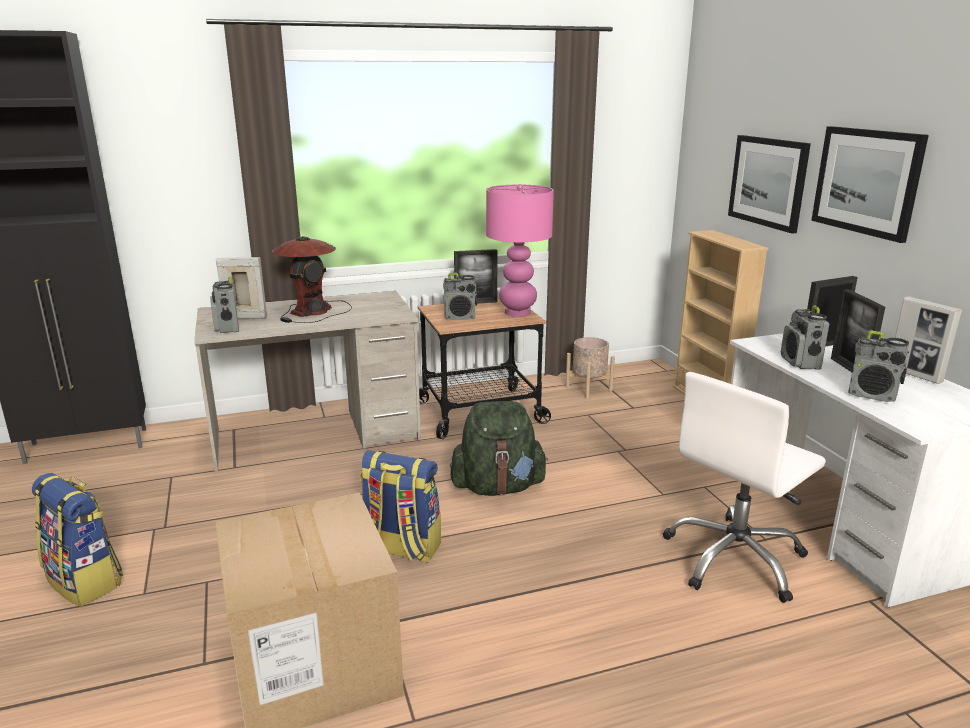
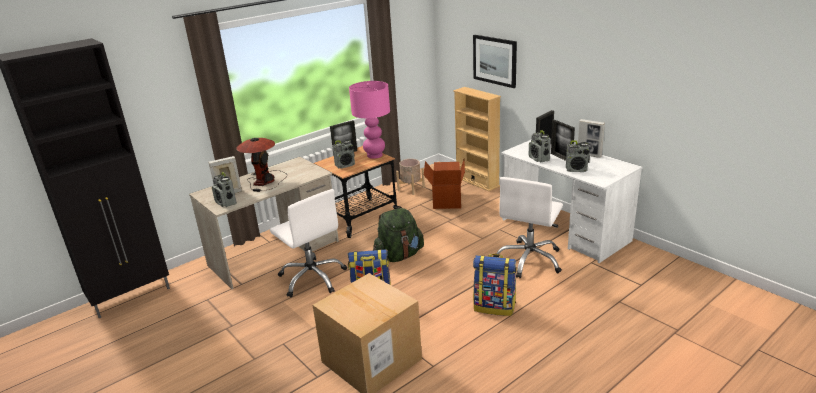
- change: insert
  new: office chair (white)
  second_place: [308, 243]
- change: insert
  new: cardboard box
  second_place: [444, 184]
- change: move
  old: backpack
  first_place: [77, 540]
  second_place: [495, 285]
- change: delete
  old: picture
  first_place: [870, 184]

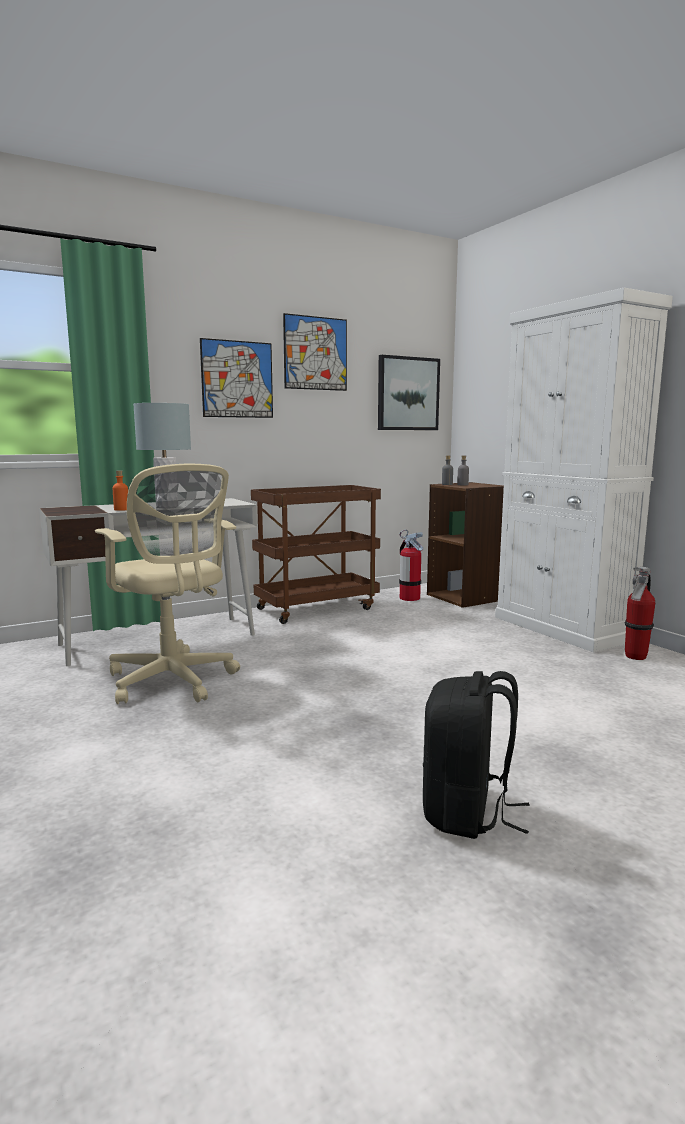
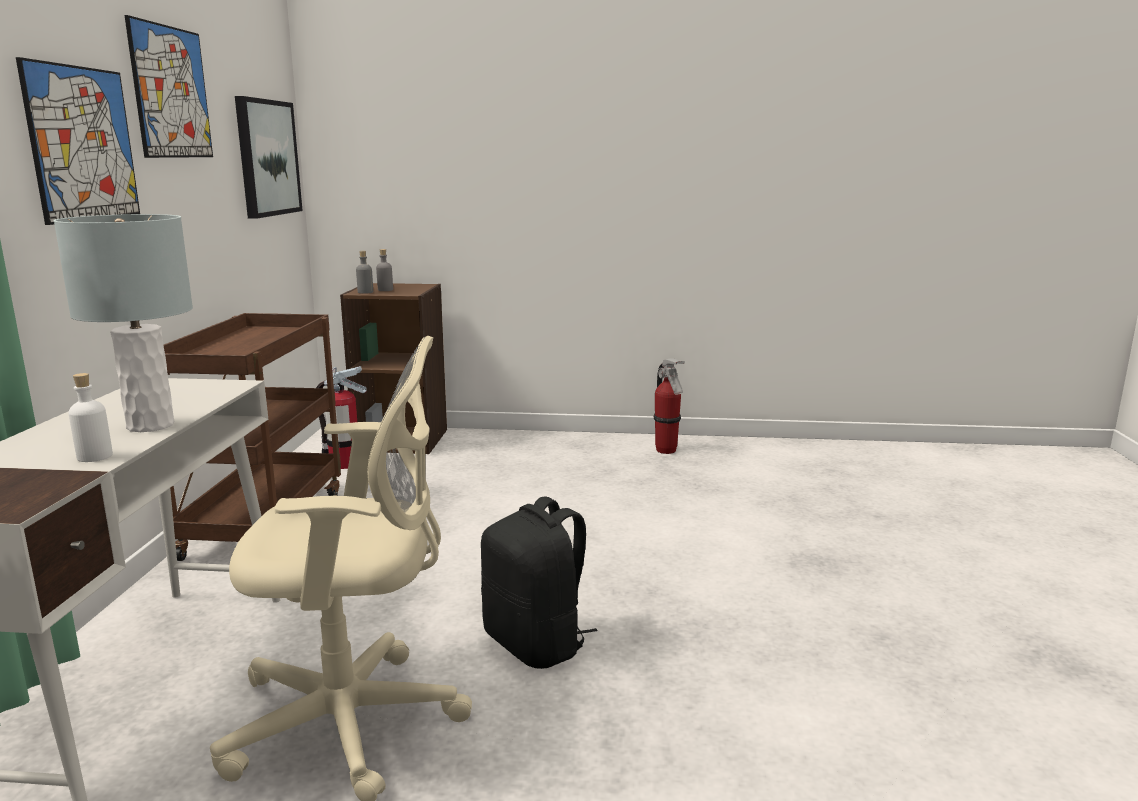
- change: recolor
  old: bottle (orange)
  new: bottle (white)
  first_place: [120, 491]
  second_place: [91, 417]
- change: move
  old: backpack (black)
  first_place: [476, 755]
  second_place: [539, 582]
- change: delete
  old: cabinet (white)
  first_place: [584, 470]

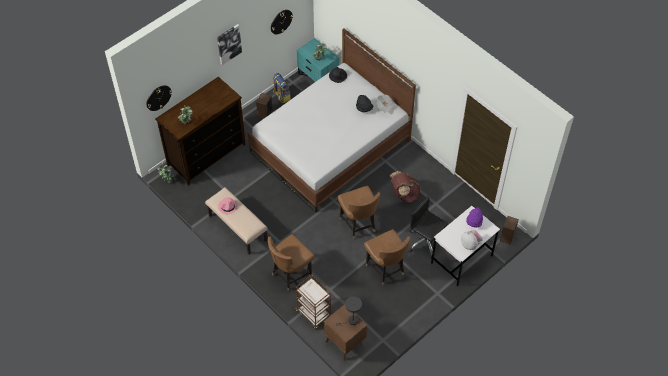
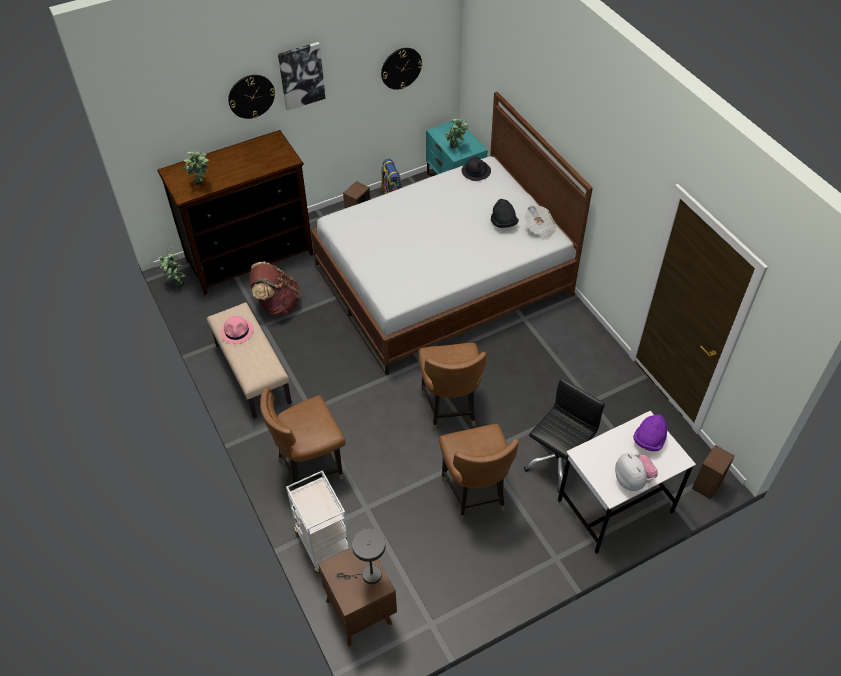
- change: move
  old: wall clock
  first_place: [159, 98]
  second_place: [251, 97]
- change: move
  old: backpack (brown)
  first_place: [405, 187]
  second_place: [274, 288]
- change: recolor
  old: cart (brown)
  new: cart (white)
  first_place: [313, 301]
  second_place: [318, 521]
- change: rotate
  old: office chair (black)
  first_place: [428, 227]
  second_place: [564, 435]
  degrees: 75

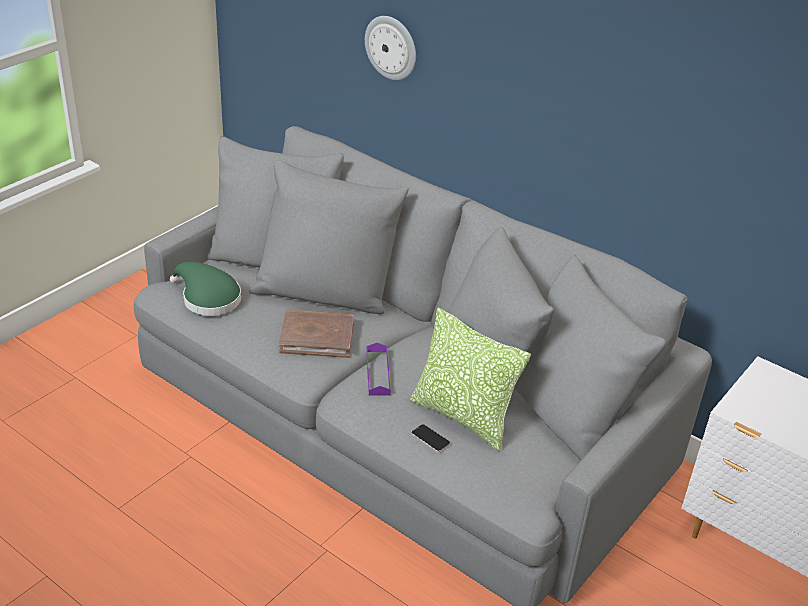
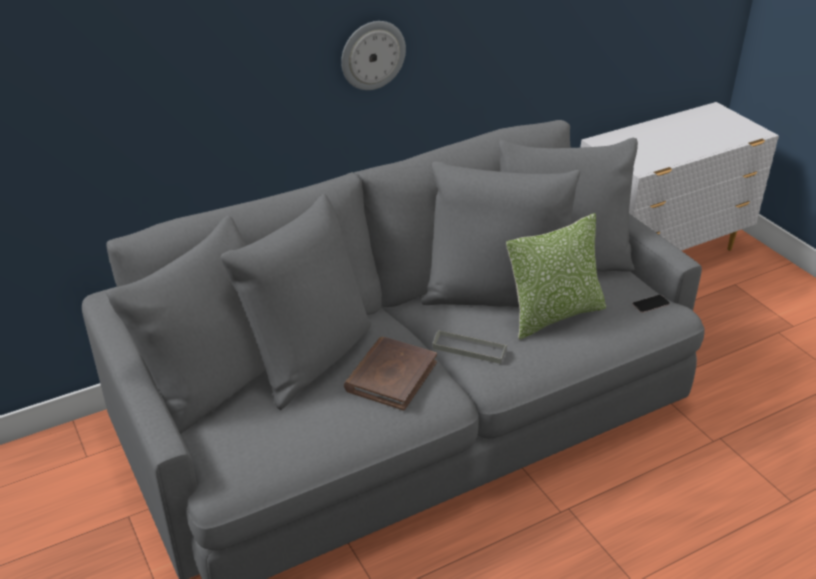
- change: move
  old: wall clock
  first_place: [390, 48]
  second_place: [373, 55]
- change: recolor
  old: tray (purple)
  new: tray (grey)
  first_place: [378, 369]
  second_place: [469, 347]
- change: move
  old: phone
  first_place: [430, 438]
  second_place: [651, 304]
- change: delete
  old: hat (green)
  first_place: [205, 289]

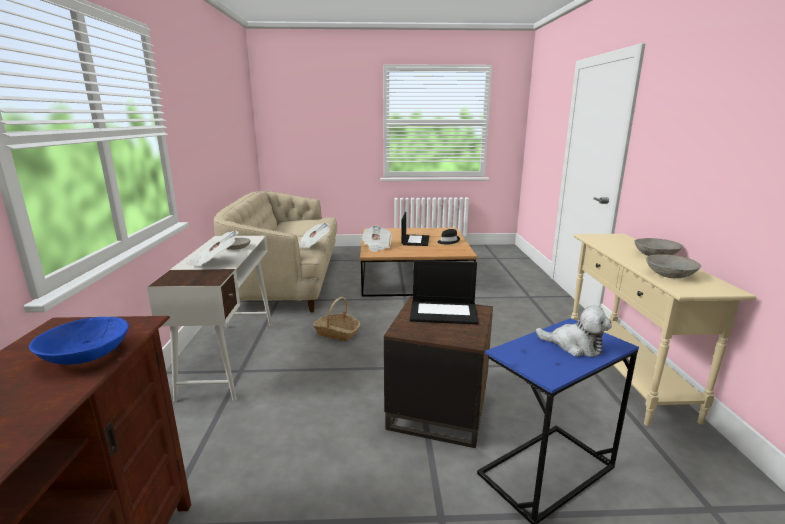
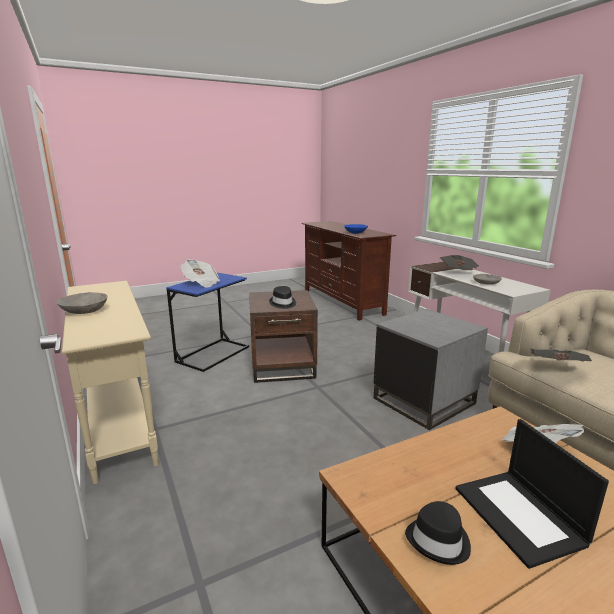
- change: replace
  old: plush toy
  new: newspaper
  first_place: [574, 331]
  second_place: [200, 273]
- change: replace
  old: laptop
  new: hat (black)
  first_place: [444, 292]
  second_place: [282, 297]
- change: replace
  old: basket
  new: side table (grey)
  first_place: [336, 319]
  second_place: [430, 369]
- change: delete
  old: bowl (grey)
  first_place: [673, 266]

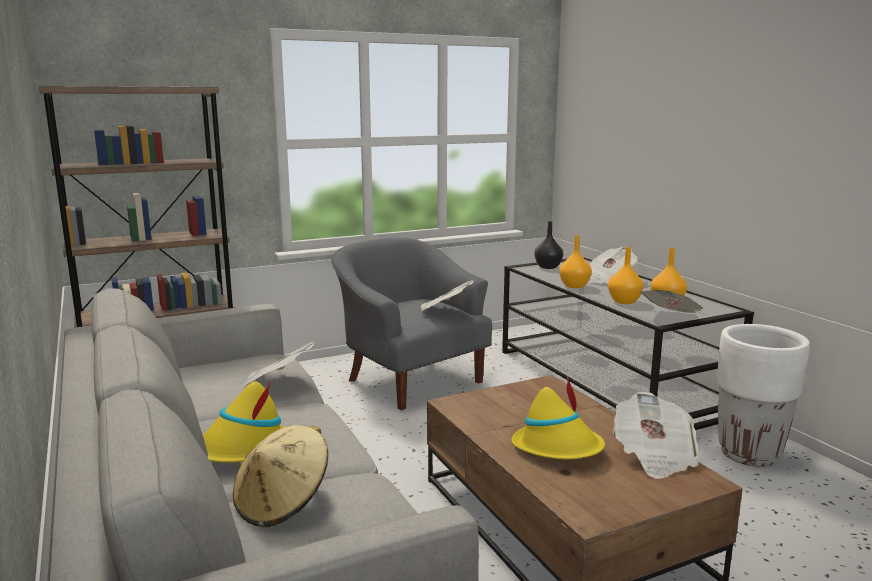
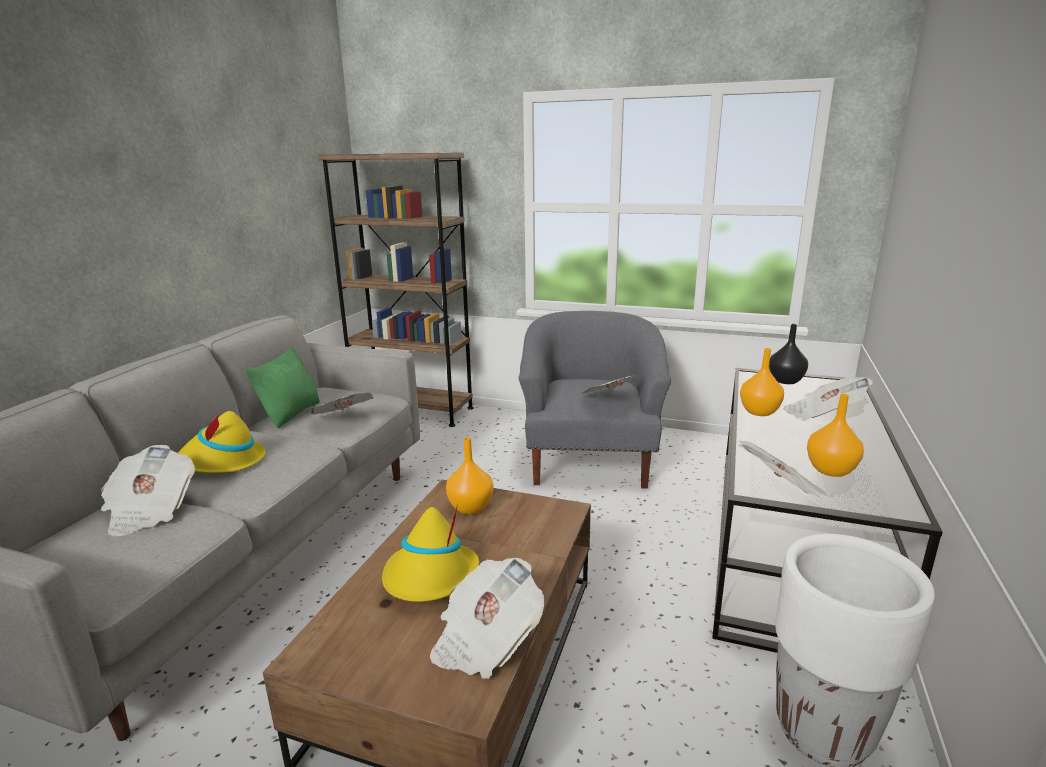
- change: replace
  old: hat (beige)
  new: newspaper
  first_place: [280, 476]
  second_place: [148, 491]
- change: insert
  new: pillow (green)
  second_place: [283, 387]
- change: move
  old: vase (orange)
  first_place: [626, 275]
  second_place: [470, 475]

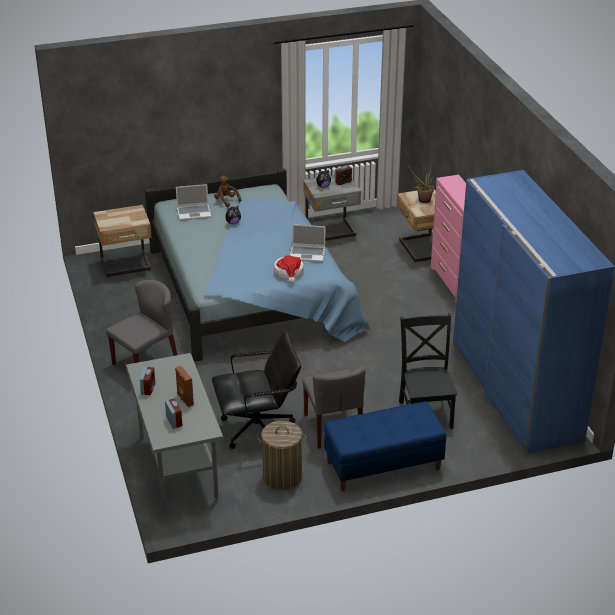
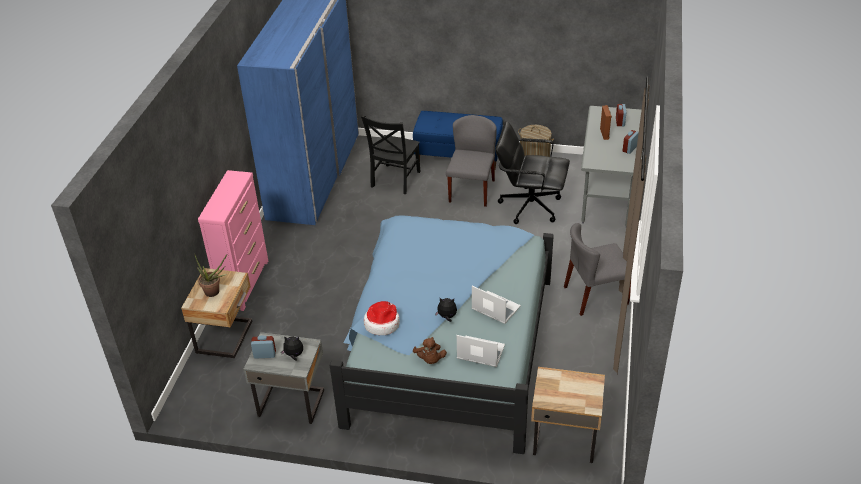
- change: move
  old: hat
  first_place: [289, 269]
  second_place: [382, 318]
- change: move
  old: laptop
  first_place: [307, 243]
  second_place: [496, 305]

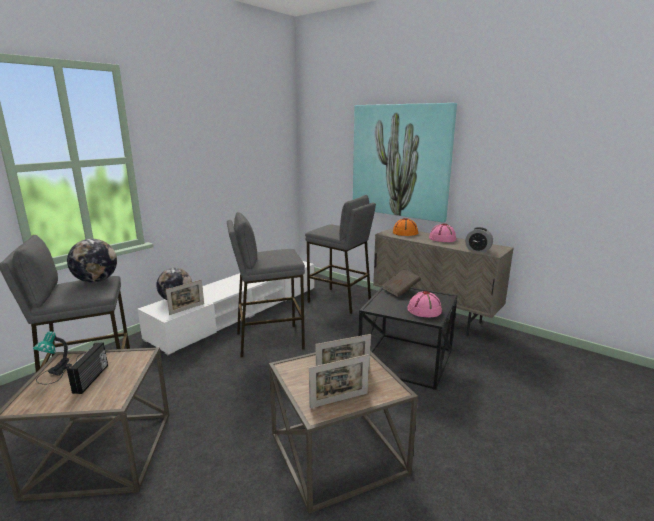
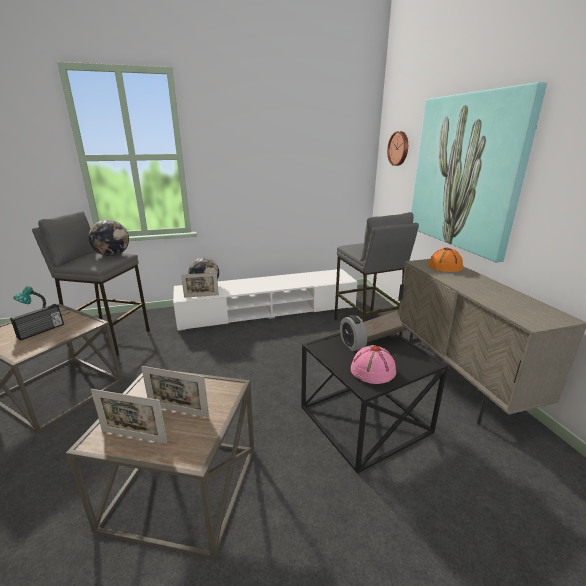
- change: move
  old: alarm clock
  first_place: [479, 240]
  second_place: [353, 333]
- change: insert
  new: wall clock
  second_place: [397, 148]
- change: delete
  old: stool (grey)
  first_place: [266, 284]
- change: delete
  old: hat (pink)
  first_place: [442, 233]

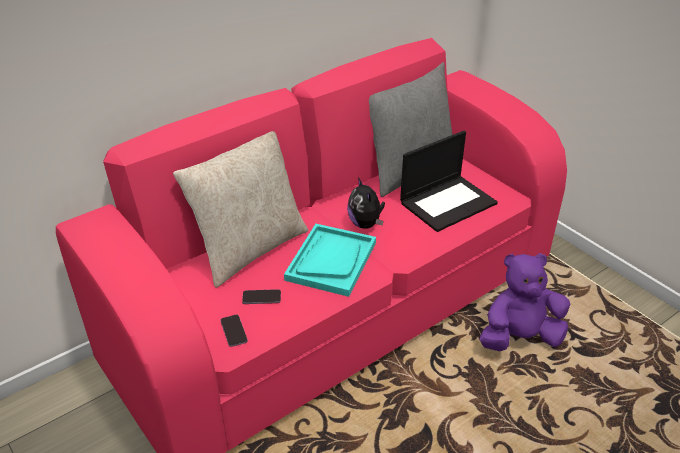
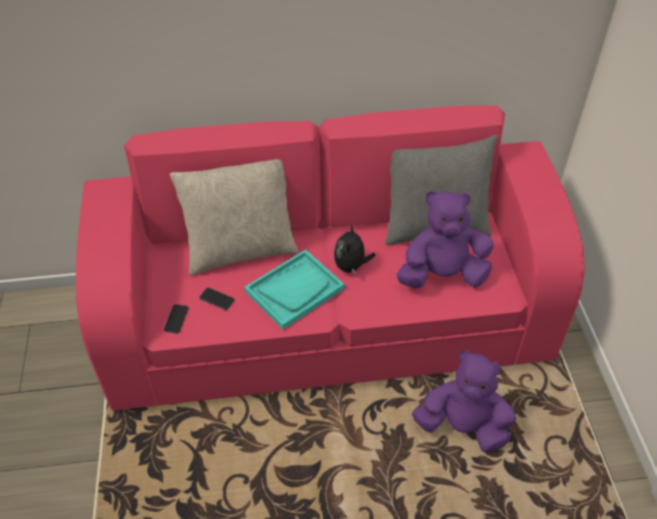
- change: replace
  old: laptop
  new: plush toy (purple)
  first_place: [449, 181]
  second_place: [445, 240]

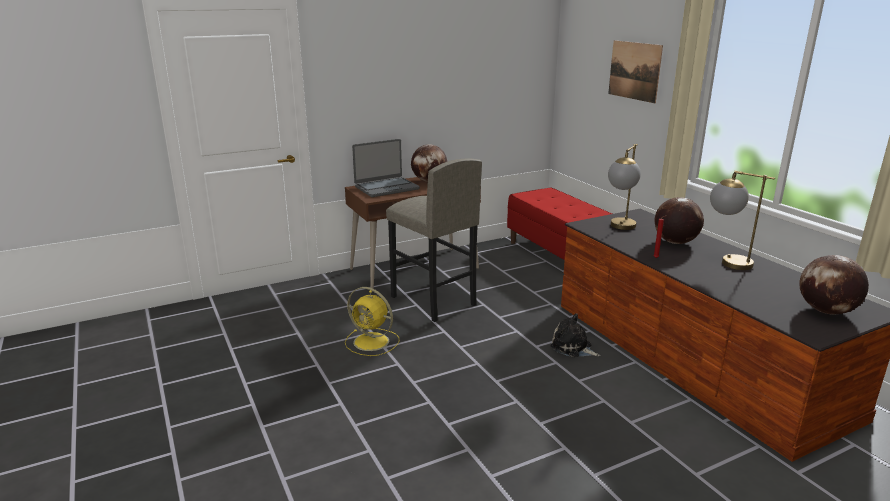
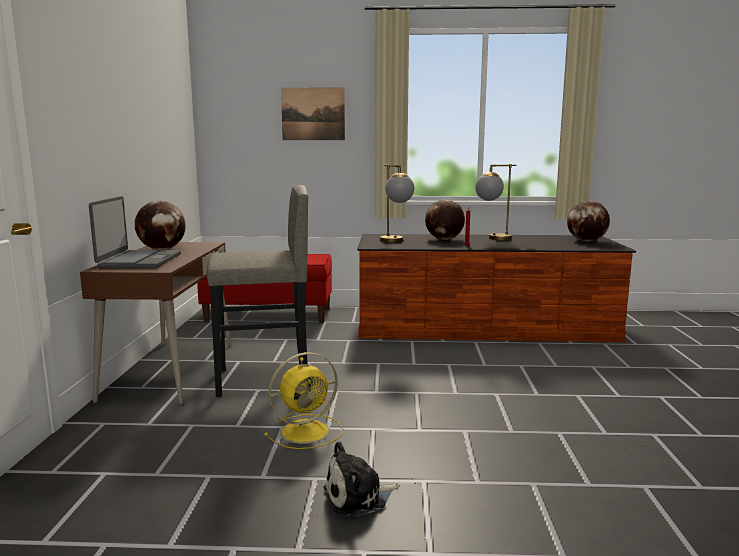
- change: move
  old: plush toy
  first_place: [575, 335]
  second_place: [361, 479]

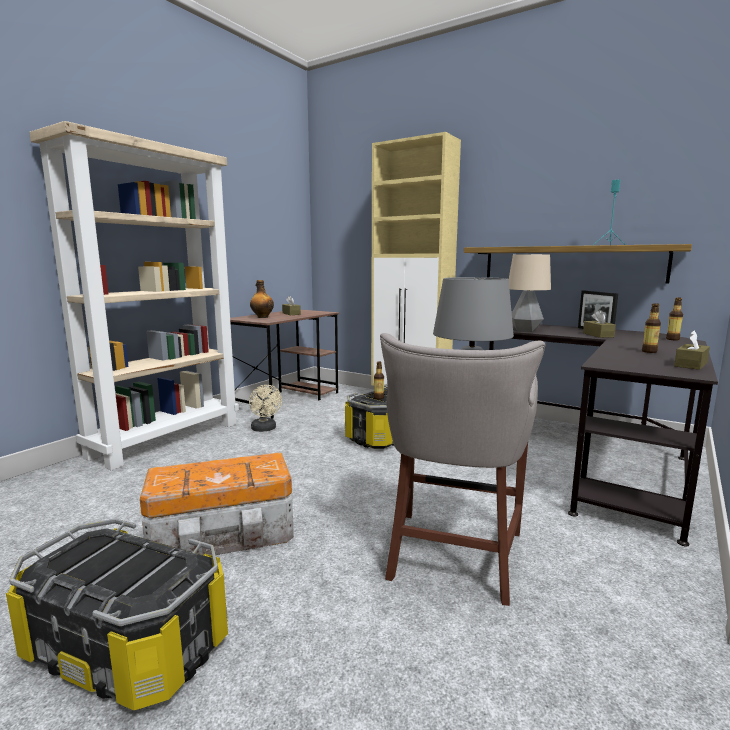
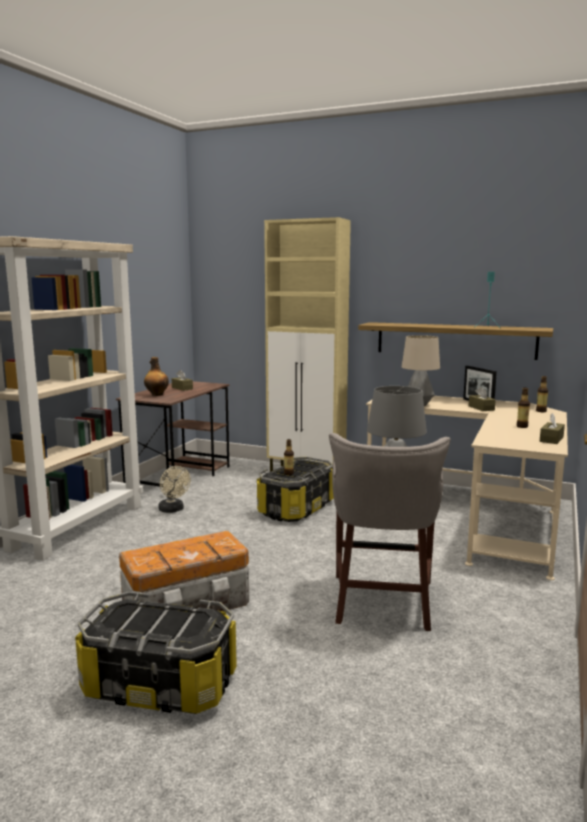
- change: recolor
  old: desk (black)
  new: desk (beige)
  first_place: [593, 434]
  second_place: [467, 488]

